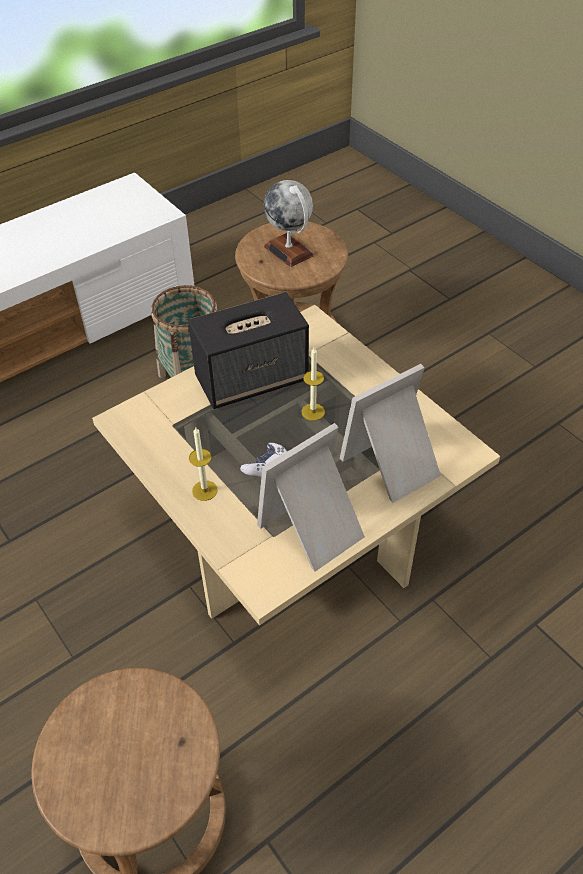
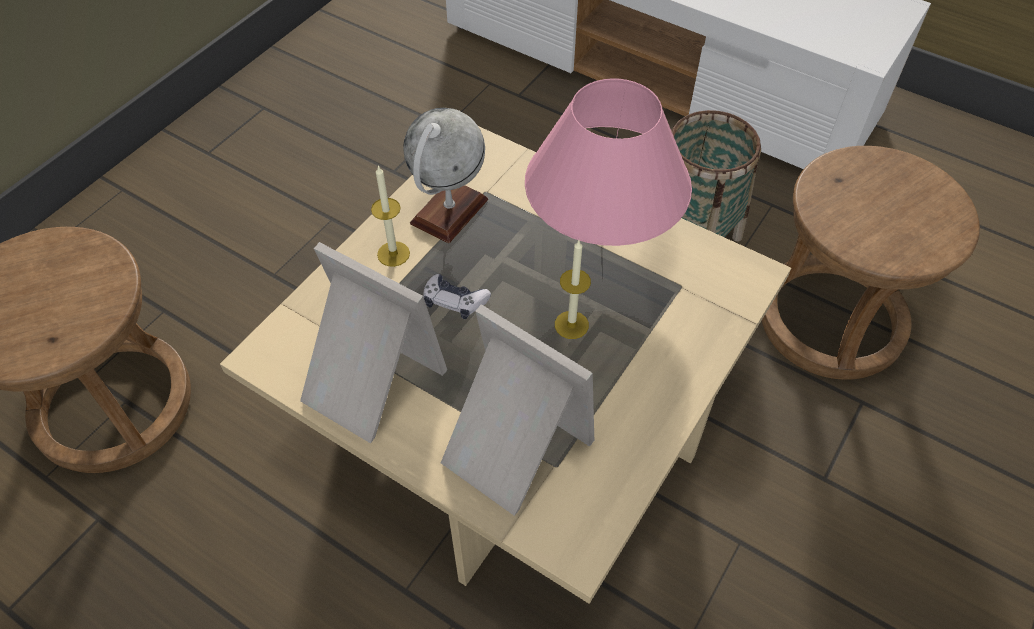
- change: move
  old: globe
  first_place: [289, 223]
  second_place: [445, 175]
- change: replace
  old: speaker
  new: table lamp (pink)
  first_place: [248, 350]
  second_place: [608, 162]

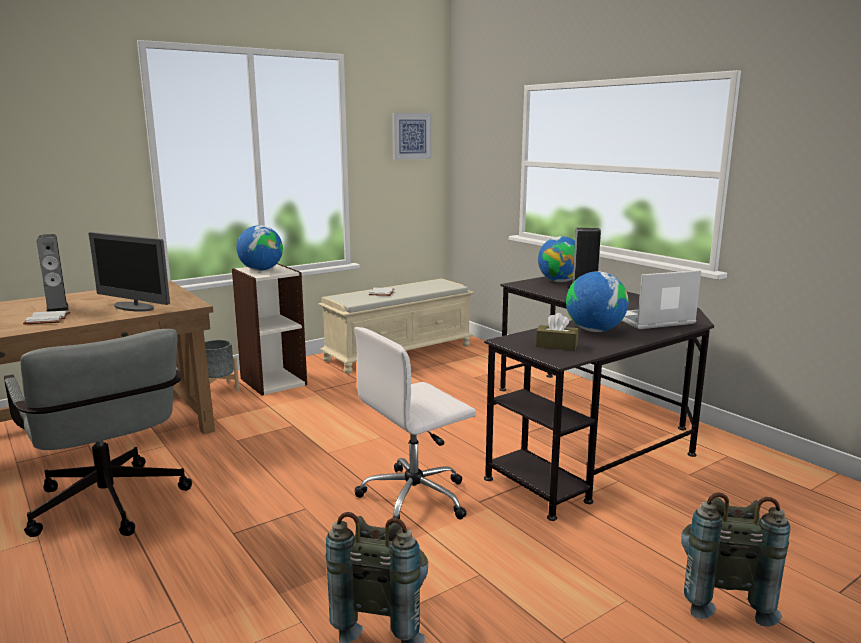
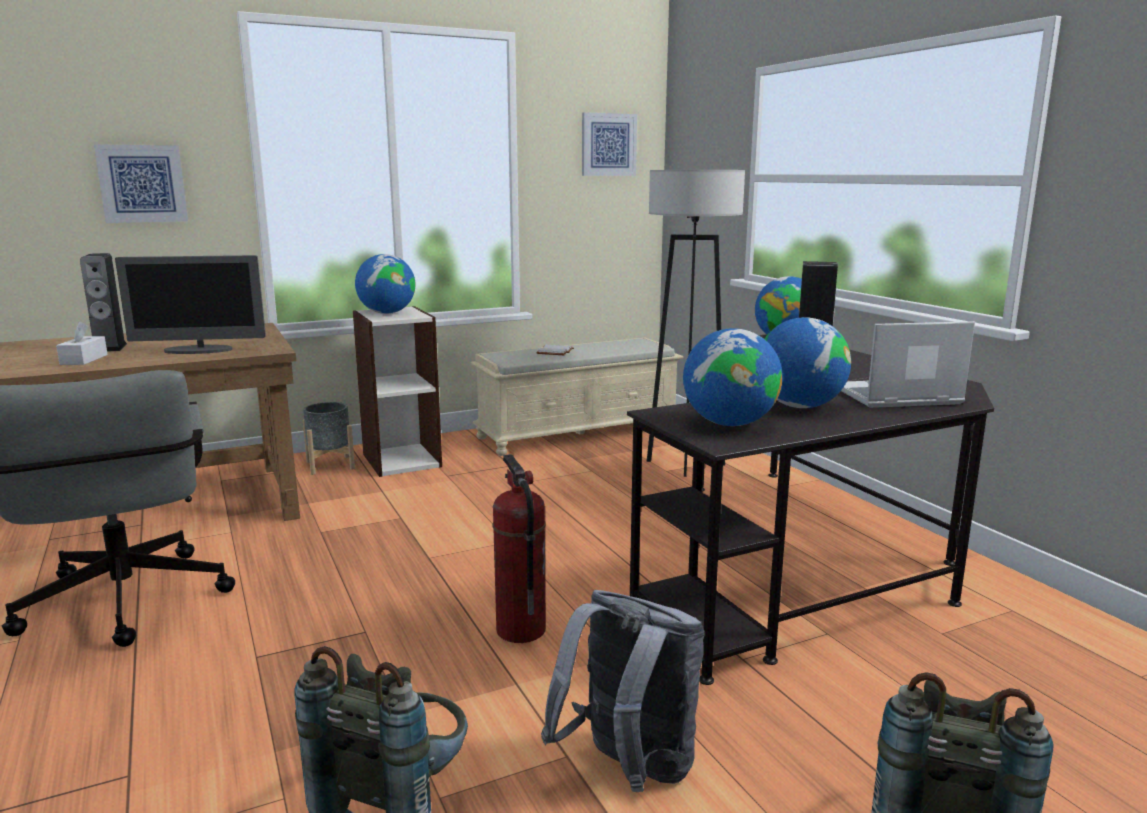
- change: replace
  old: book (white)
  new: tissue box (white)
  first_place: [46, 317]
  second_place: [82, 343]
- change: insert
  new: picture
  second_place: [141, 183]
- change: rotate
  old: monitor
  first_place: [129, 272]
  second_place: [190, 304]
  degrees: -45
- change: replace
  old: office chair (white)
  new: fire extinguisher
  first_place: [415, 426]
  second_place: [519, 548]
- change: insert
  new: backpack (grey)
  second_place: [623, 691]
- change: insert
  new: floor lamp (grey)
  second_place: [696, 323]
- change: replace
  old: tissue box (brown)
  new: globe
  first_place: [557, 331]
  second_place: [733, 377]

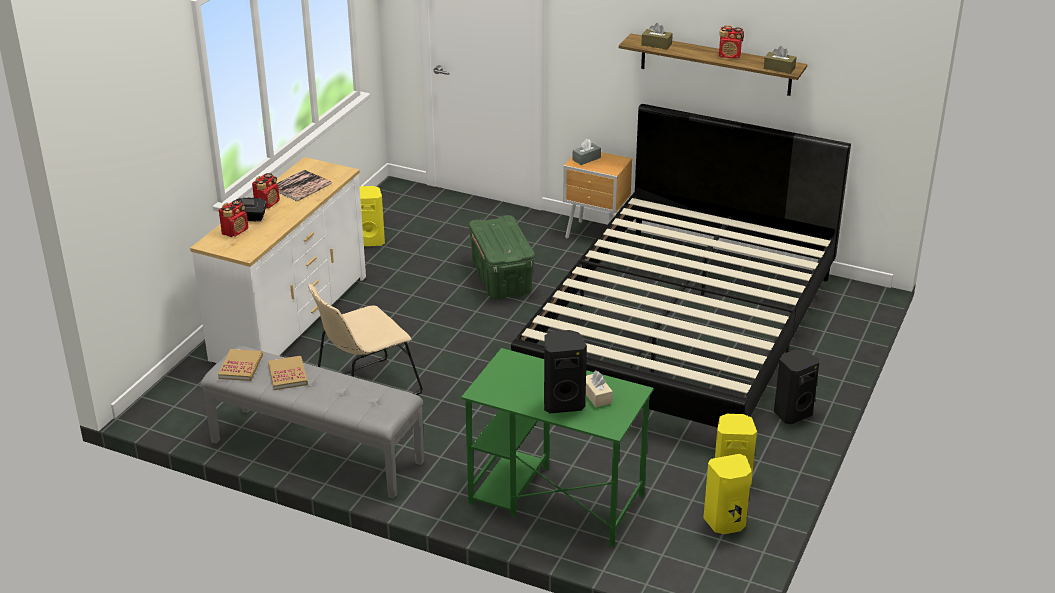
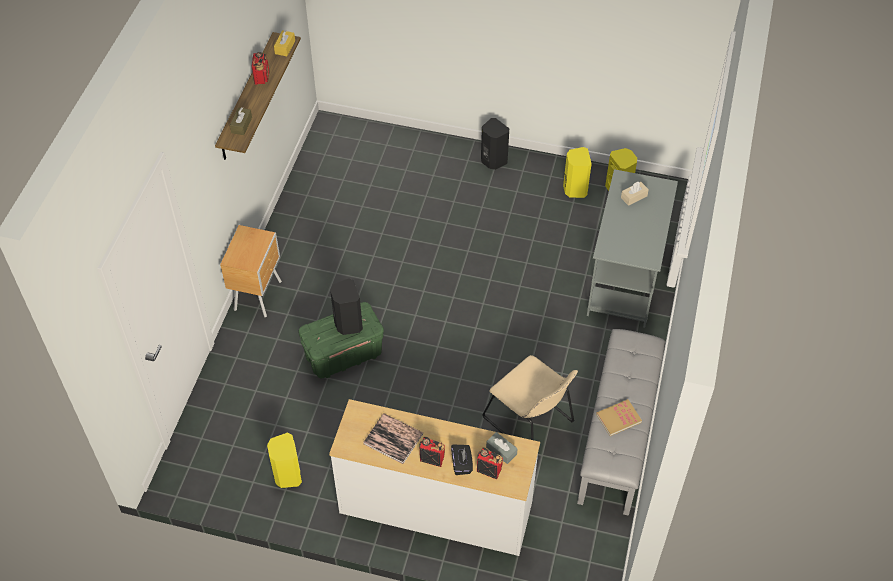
- change: recolor
  old: tissue box (brown)
  new: tissue box (yellow)
  first_place: [780, 60]
  second_place: [284, 43]
- change: move
  old: speaker (black)
  first_place: [565, 371]
  second_place: [346, 306]
- change: move
  old: tissue box (grey)
  first_place: [587, 152]
  second_place: [502, 448]
- change: recolor
  old: desk (green)
  new: desk (grey)
  first_place: [557, 447]
  second_place: [632, 248]
- change: delete
  old: book
  first_place: [240, 365]
- change: delete
  old: bed (black)
  first_place: [681, 266]

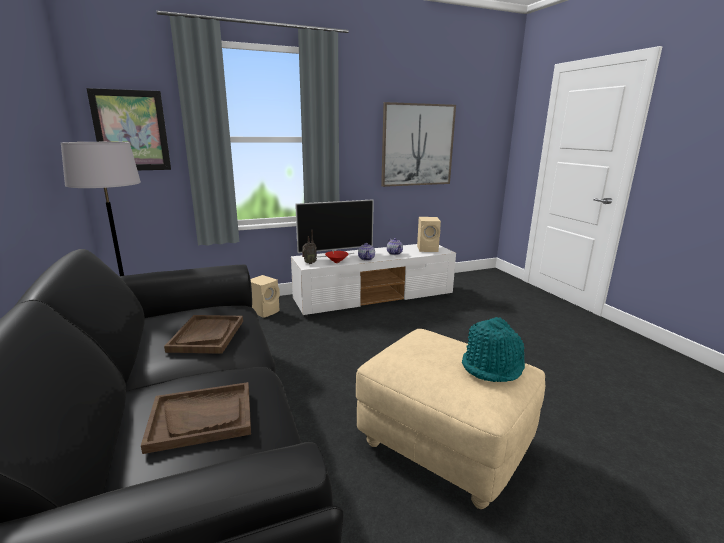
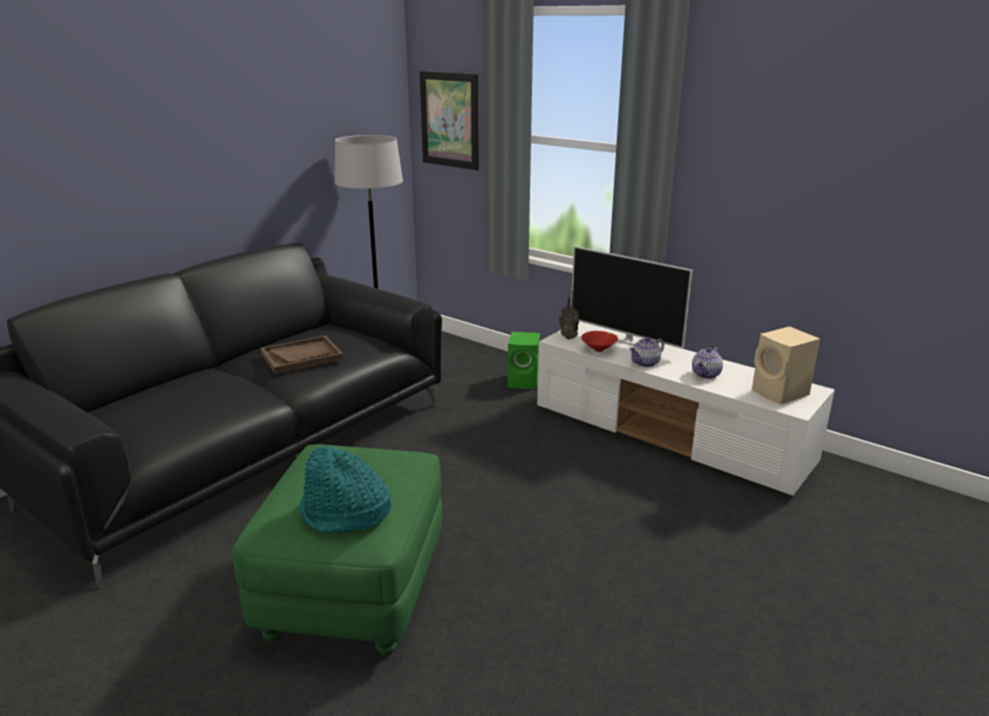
- change: recolor
  old: ottoman (beige)
  new: ottoman (green)
  first_place: [450, 419]
  second_place: [337, 550]
- change: recolor
  old: speaker (beige)
  new: speaker (green)
  first_place: [265, 296]
  second_place: [524, 360]
- change: delete
  old: tray (brown)
  first_place: [196, 418]
- change: delete
  old: picture
  first_place: [418, 144]

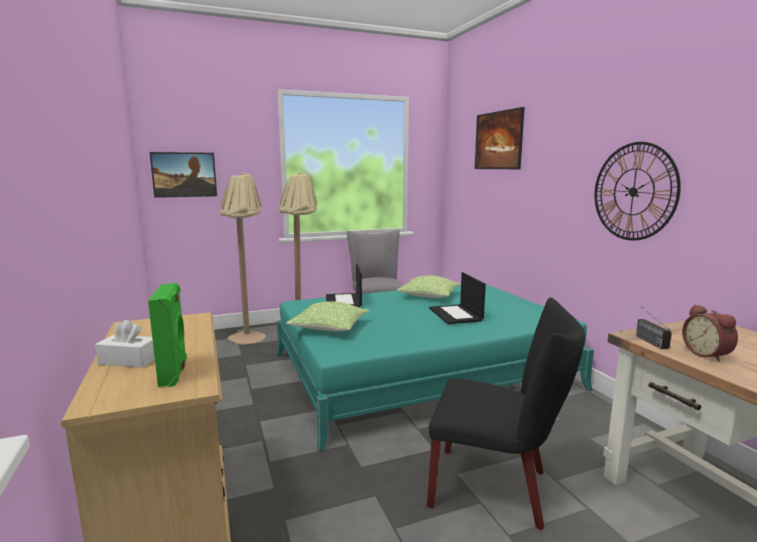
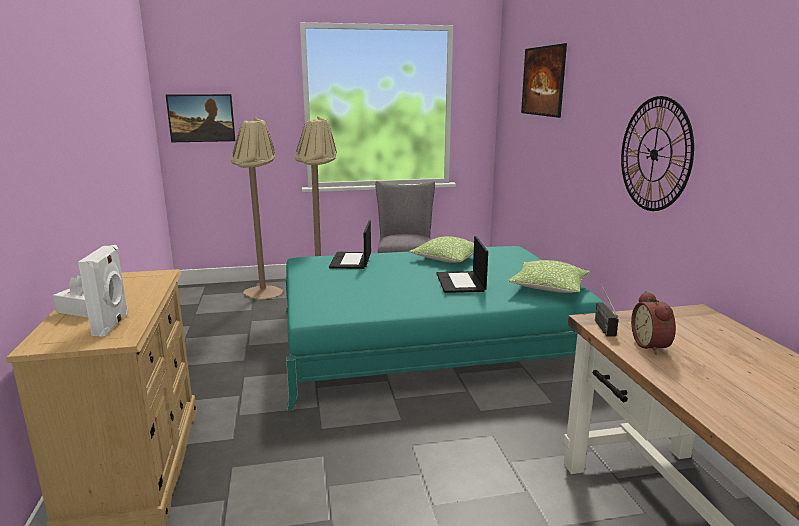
- change: recolor
  old: speaker (green)
  new: speaker (white)
  first_place: [167, 335]
  second_place: [103, 290]
- change: move
  old: pillow
  first_place: [328, 316]
  second_place: [549, 276]
- change: delete
  old: chair (black)
  first_place: [506, 414]

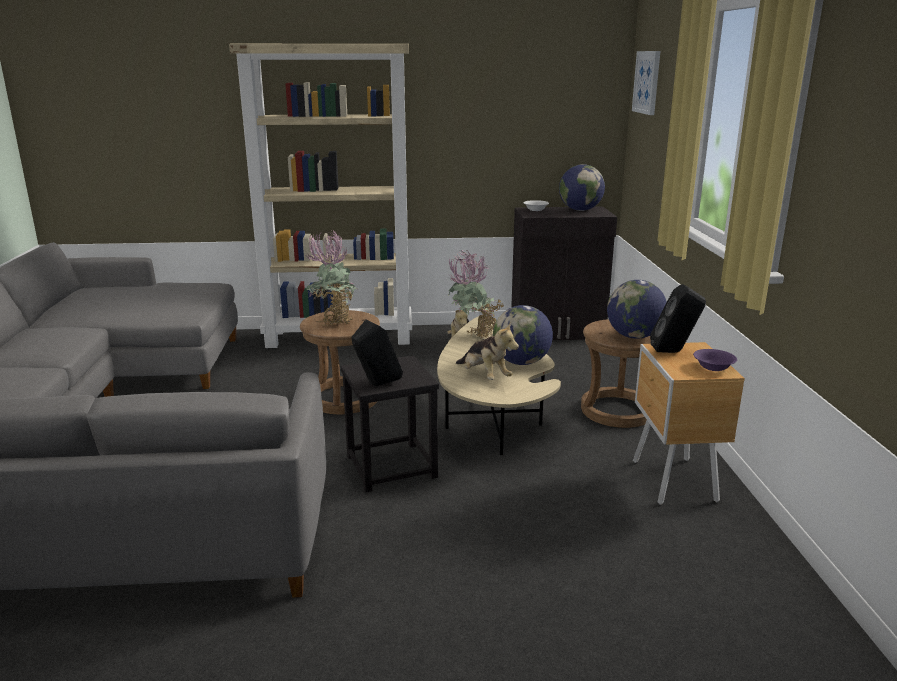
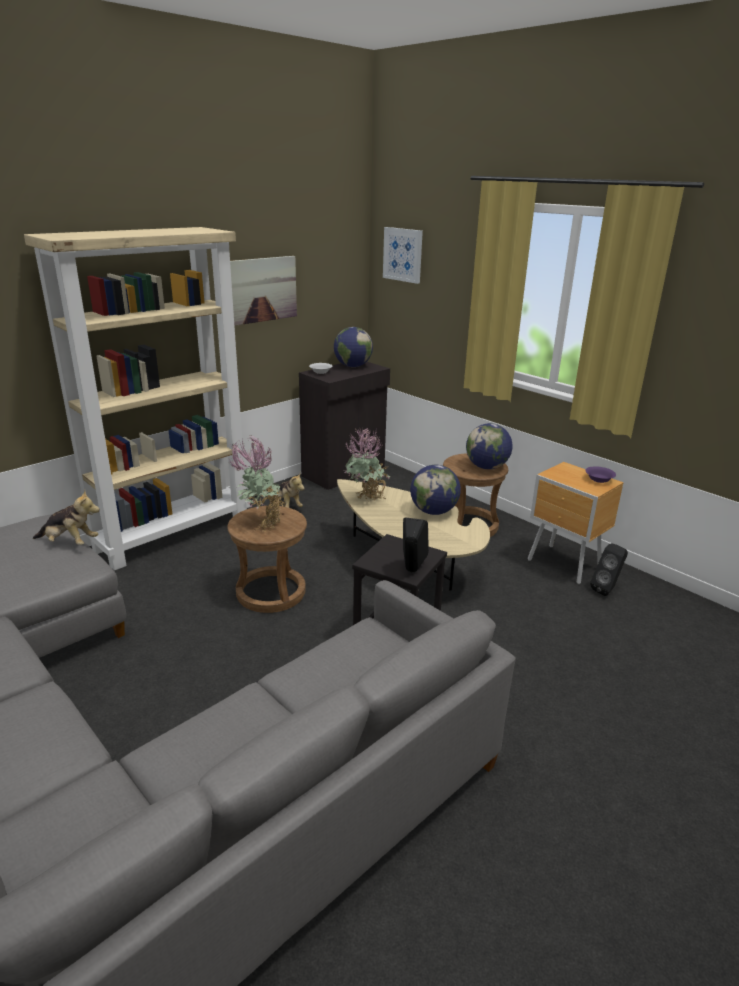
- change: move
  old: plush toy
  first_place: [487, 351]
  second_place: [66, 518]
- change: insert
  new: picture
  second_place: [263, 291]
- change: move
  old: speaker (black)
  first_place: [678, 318]
  second_place: [609, 569]

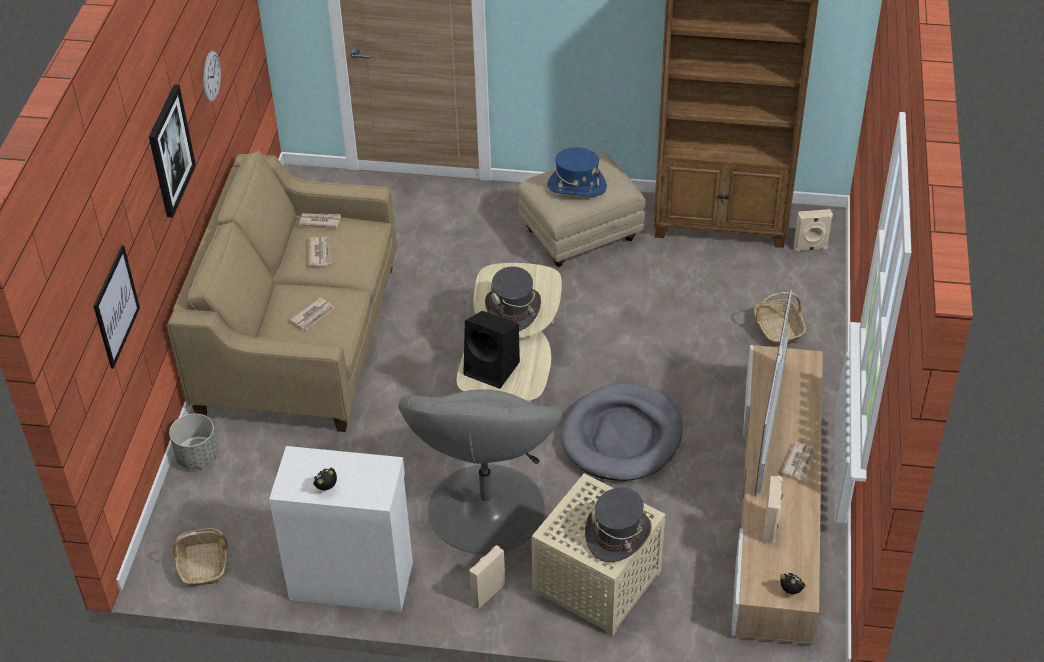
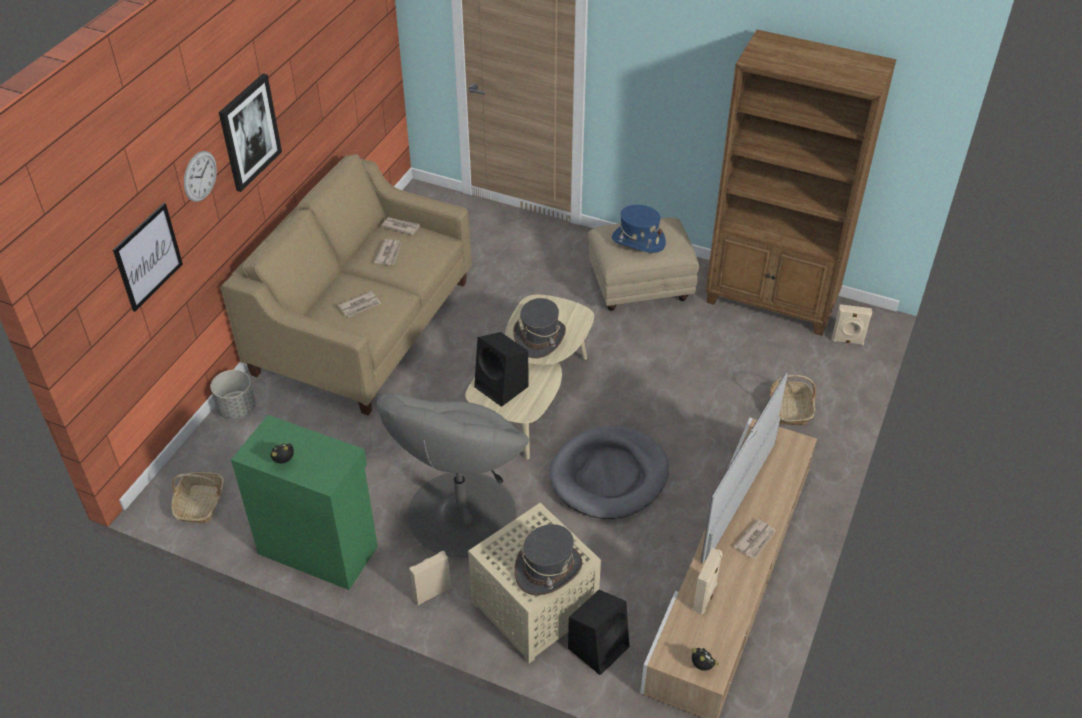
- change: move
  old: wall clock
  first_place: [212, 76]
  second_place: [200, 176]
- change: recolor
  old: cabinet (white)
  new: cabinet (green)
  first_place: [341, 529]
  second_place: [304, 502]
- change: insert
  new: speaker (black)
  second_place: [598, 632]

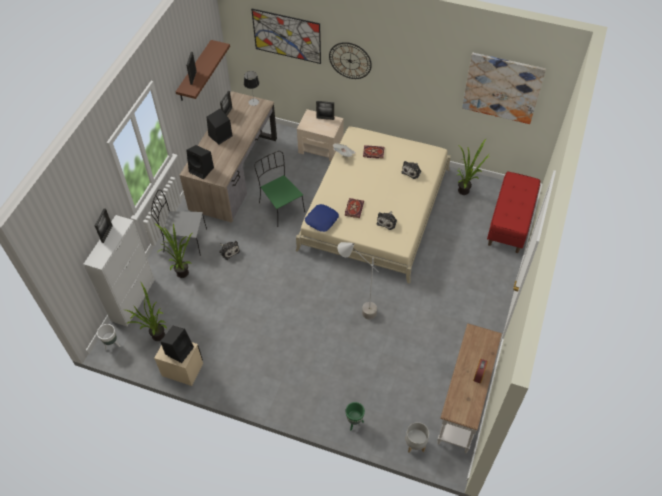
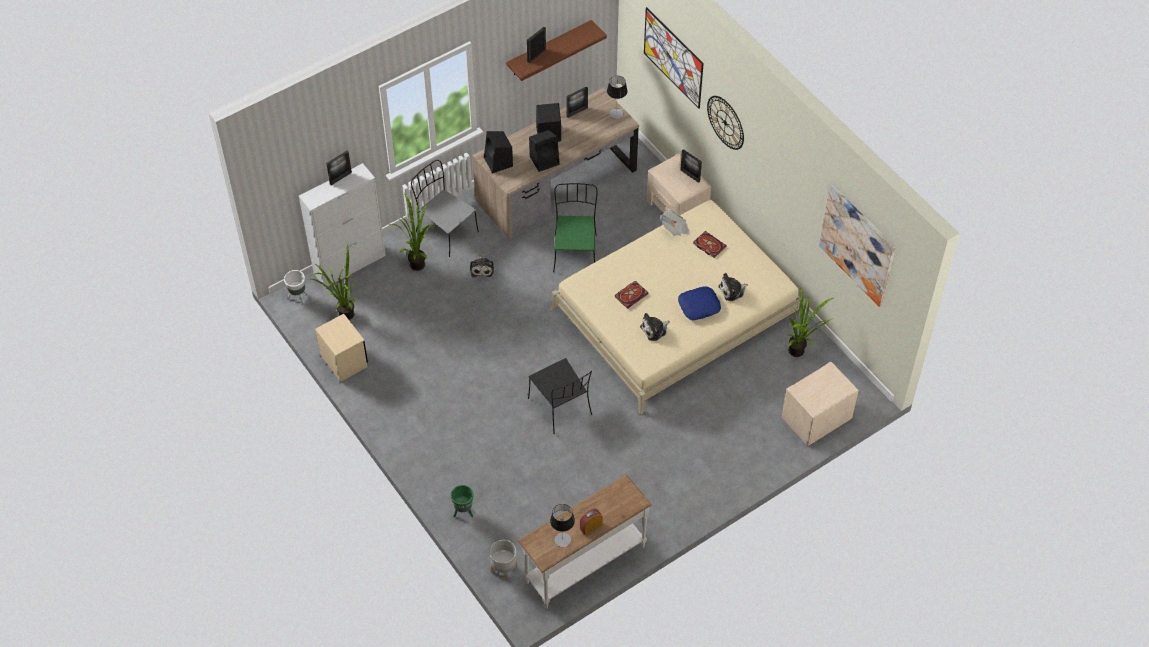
- change: replace
  old: floor lamp (grey)
  new: chair (black)
  first_place: [358, 281]
  second_place: [560, 396]
- change: move
  old: speaker (black)
  first_place: [177, 344]
  second_place: [544, 151]
- change: insert
  new: table lamp
  second_place: [562, 525]
- change: move
  old: pillow (blue)
  first_place: [322, 218]
  second_place: [699, 303]
- change: replace
  old: bench (red)
  new: nightstand (beige)
  first_place: [513, 212]
  second_place: [820, 404]

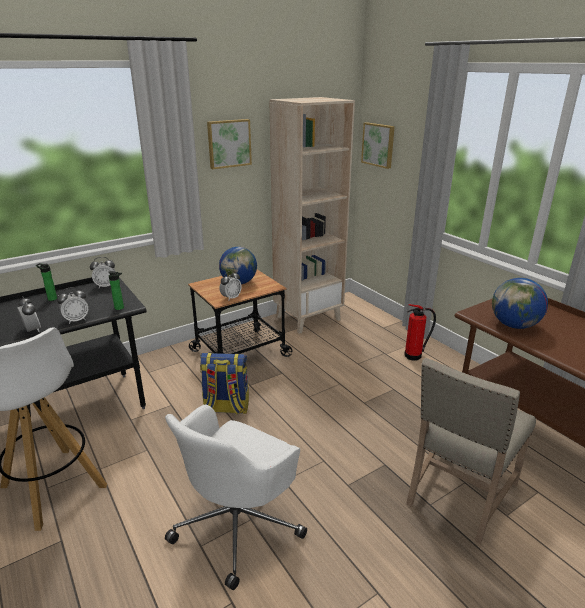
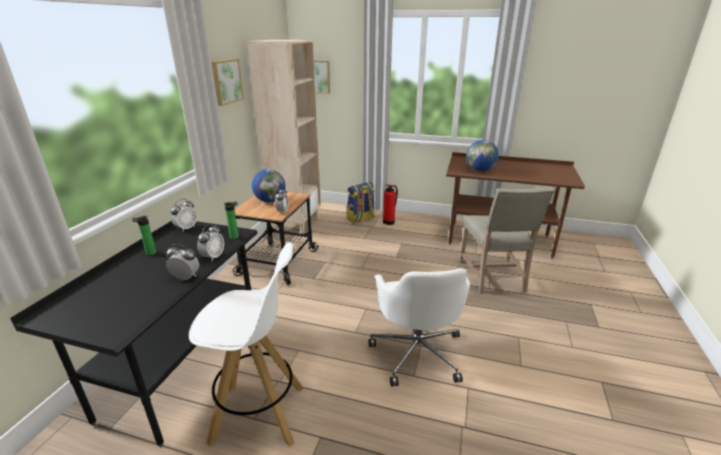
- change: move
  old: backpack
  first_place: [224, 383]
  second_place: [361, 203]

